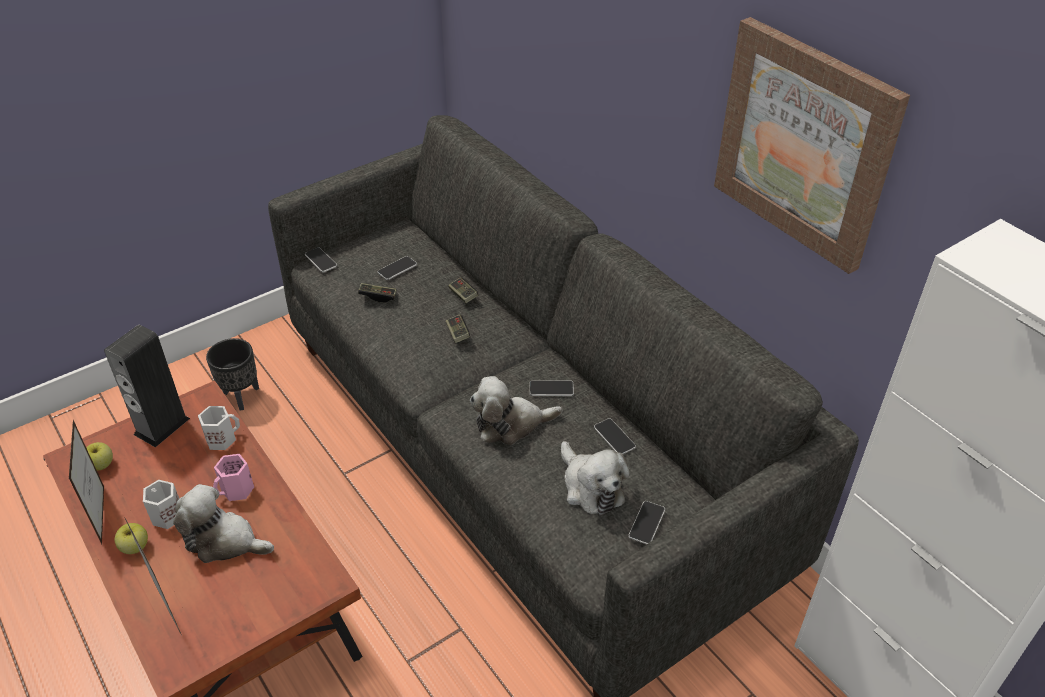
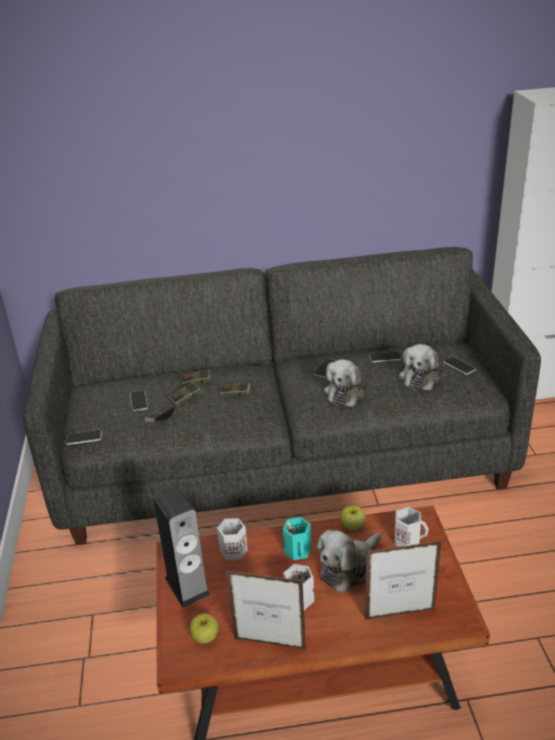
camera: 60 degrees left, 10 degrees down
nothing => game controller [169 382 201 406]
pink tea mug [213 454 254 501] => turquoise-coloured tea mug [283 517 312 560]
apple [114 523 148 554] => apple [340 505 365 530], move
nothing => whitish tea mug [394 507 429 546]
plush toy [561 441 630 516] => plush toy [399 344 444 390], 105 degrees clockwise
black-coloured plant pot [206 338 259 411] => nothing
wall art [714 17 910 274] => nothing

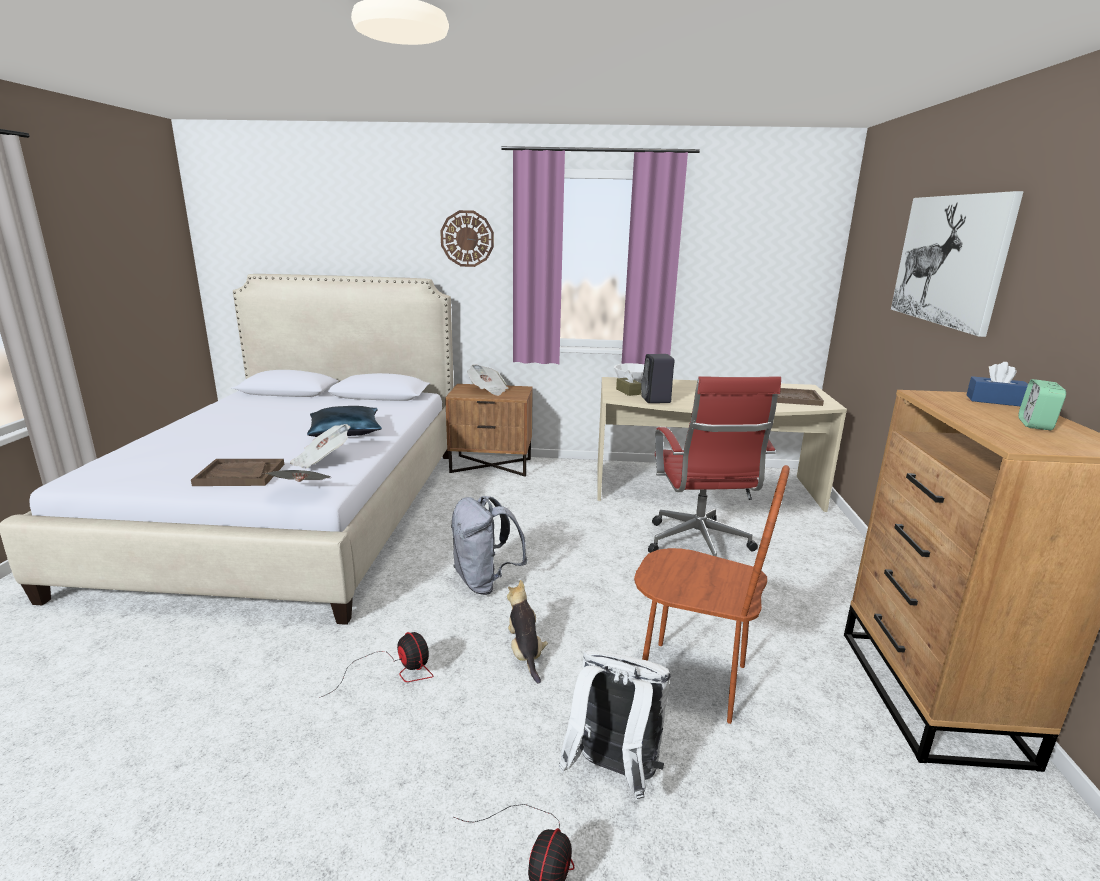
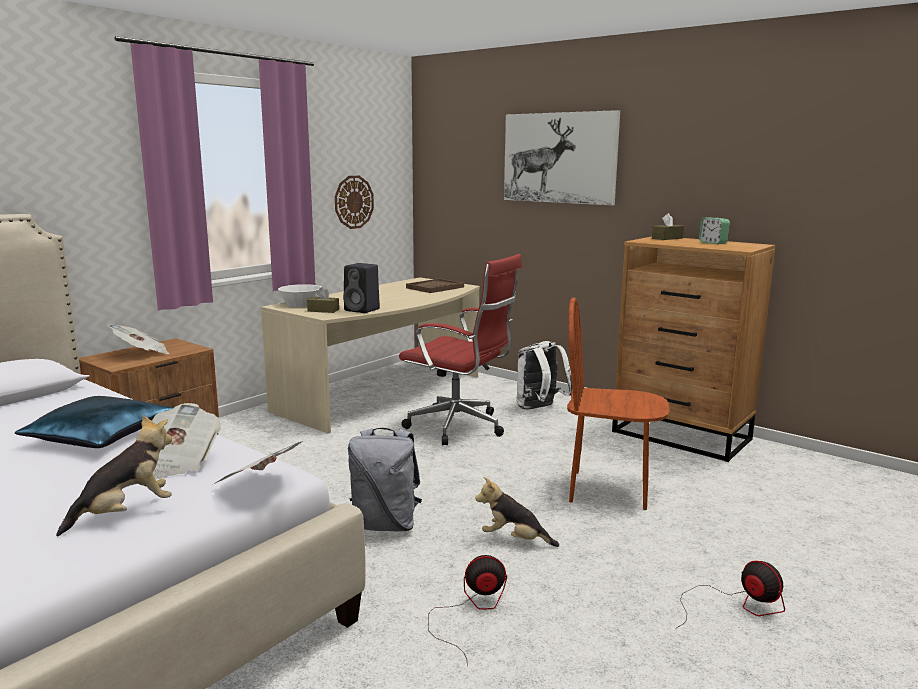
camera: 55 degrees left, 5 degrees down
brownish carrying tray [191 459 284 486] => plush toy [56 415 172 536]
hanging clock [440 210 494 267] => hanging clock [335 176 374 229], move
whitish knapsack [558 650 671 801] => whitish knapsack [516 341 573 410], move
brownish chair [634 465 790 724] => brownish chair [567 297 670 510], 135 degrees counterclockwise
blue-coloured box of tissues [967 362 1028 407] => brownish box of tissues [652 213 684 240]

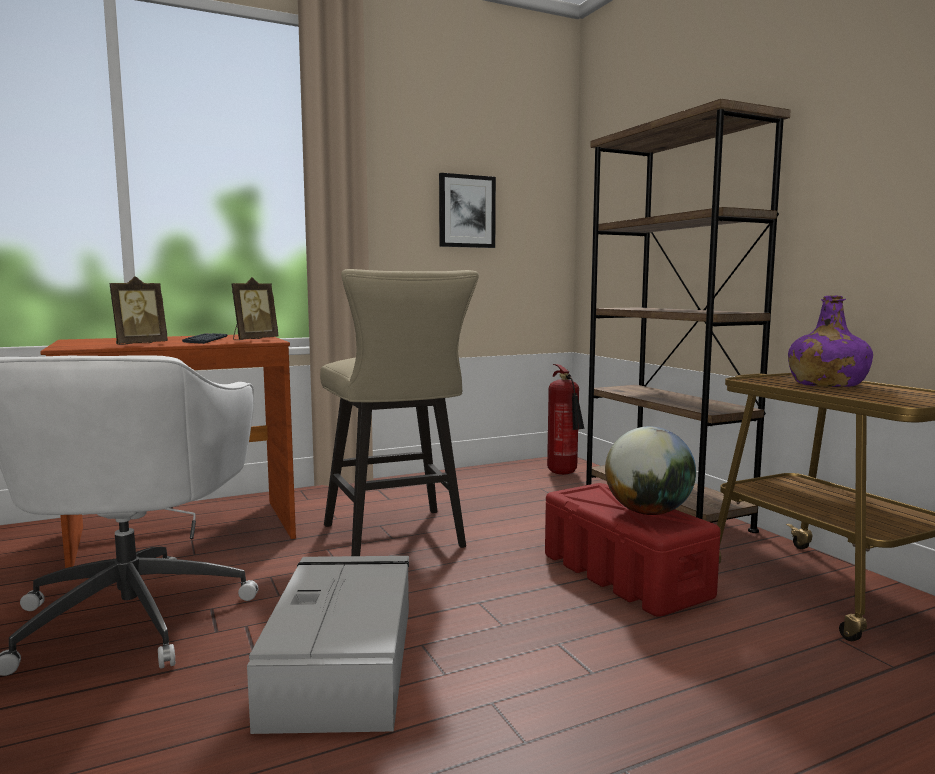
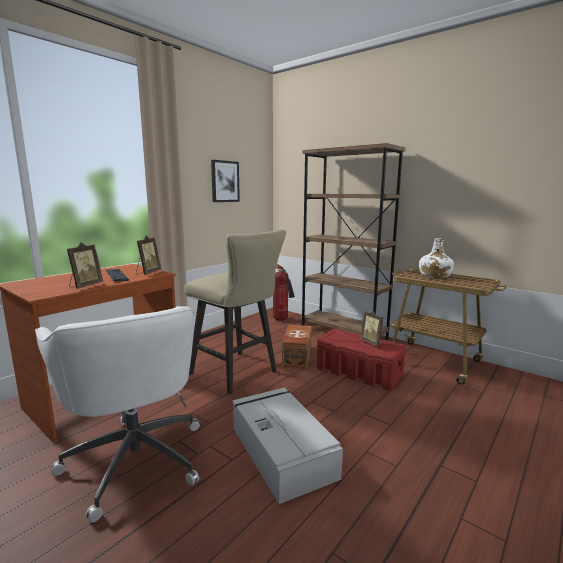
camera: 25 degrees left, 5 degrees up
nothing => brownish storage box [282 325 312 368]
desk globe [605 426 696 515] => photo frame [360 311 383 346]
purple beverage bottle [788 295 873 387] => whitish beverage bottle [419 238 454 279]

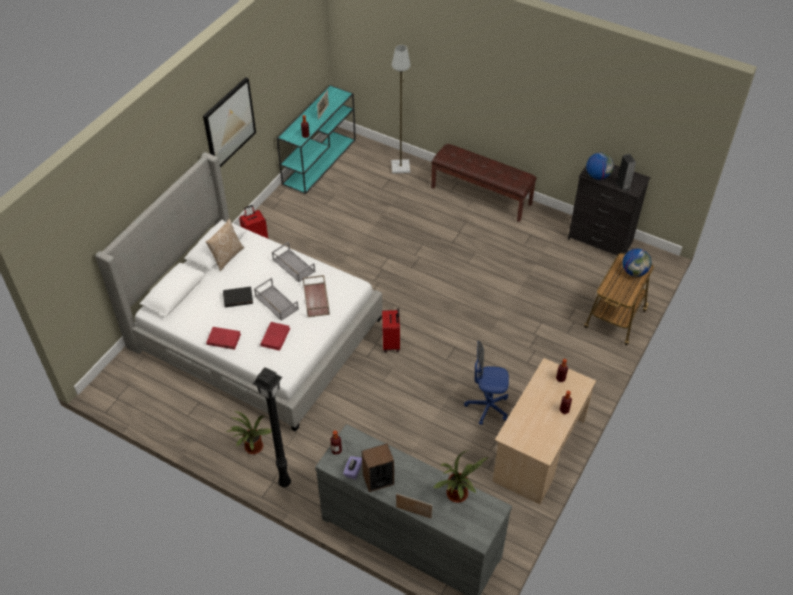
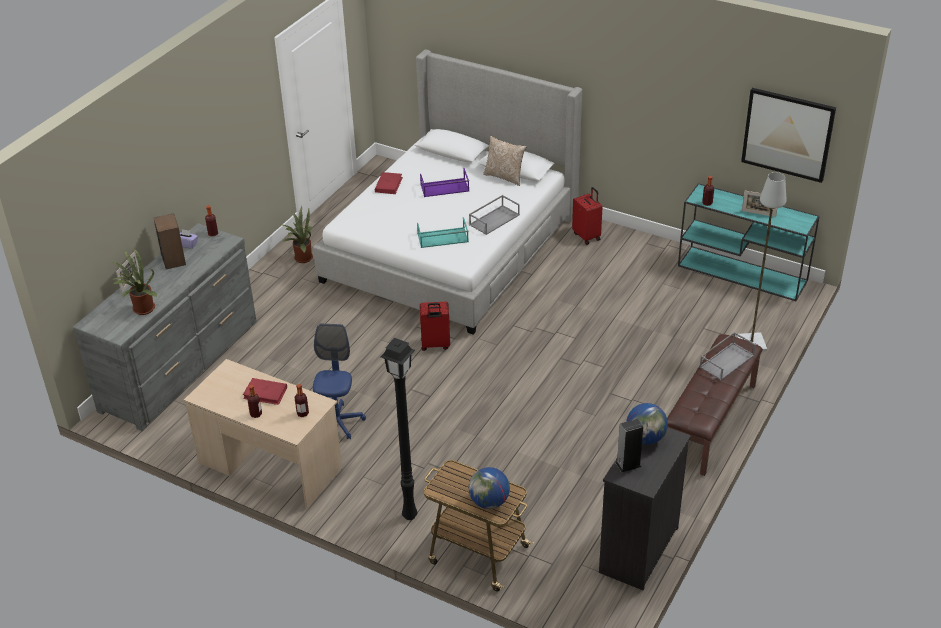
camera: 90 degrees right, 10 degrees down
red-coloured bound book [260 322 290 351] => red-coloured bound book [243 378 287 405], move
black-coloured standing lamp [253 367 291 487] => black-coloured standing lamp [381 338 417 520], move
brownish carrying tray [303 275 330 317] => turquoise-coloured carrying tray [417 217 469 248]
black-coloured bound book [223 287 253 307] => purple carrying tray [420 168 469 197]
greyish carrying tray [254 278 299 321] => greyish carrying tray [699 332 756 380], move
wall art [203 77 256 167] => wall art [741 88 836 183], move

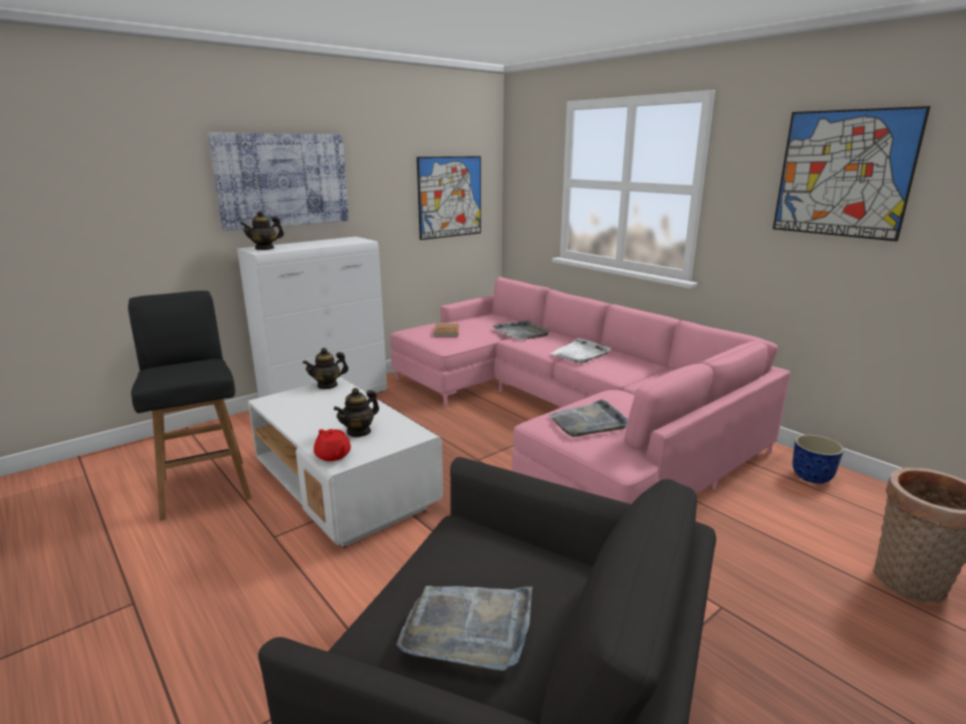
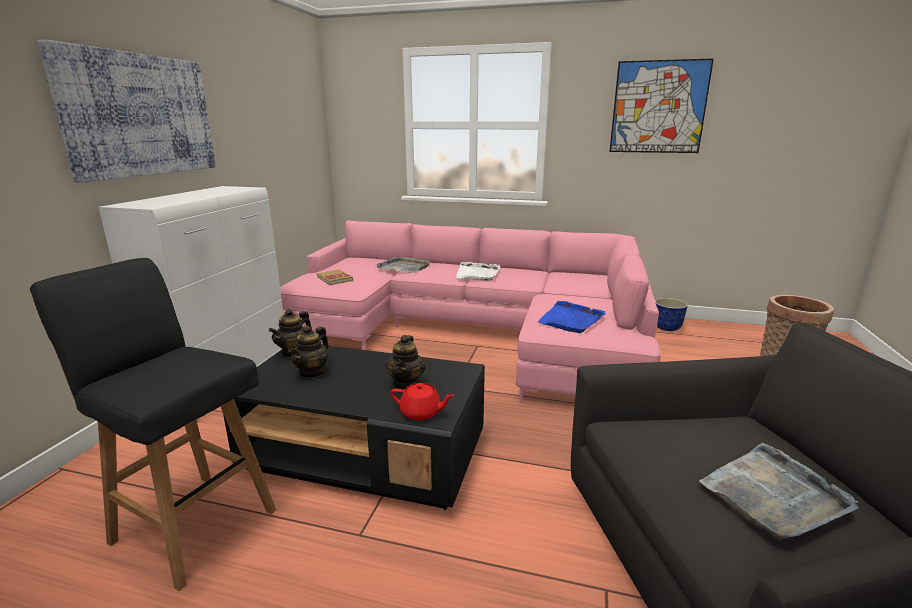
camera: 35 degrees left, 0 degrees up
whitish lounge table [248 377 443 548] => black-coloured lounge table [223 346 485 510]
teapot [240 211 284 250] => teapot [288 325 329 378], move
greyish carrying tray [548 399 628 437] => blue-coloured carrying tray [538 301 606 333]
wall art [417 156 481 240] => nothing

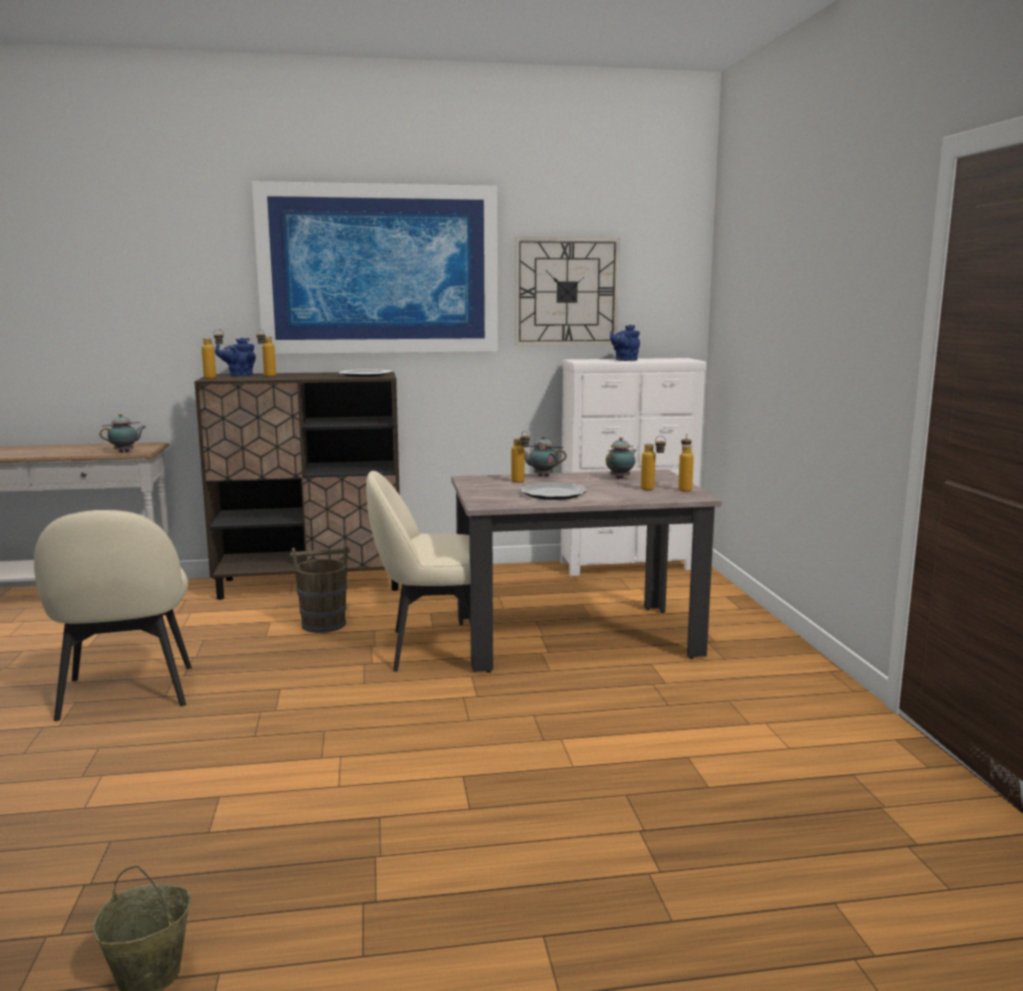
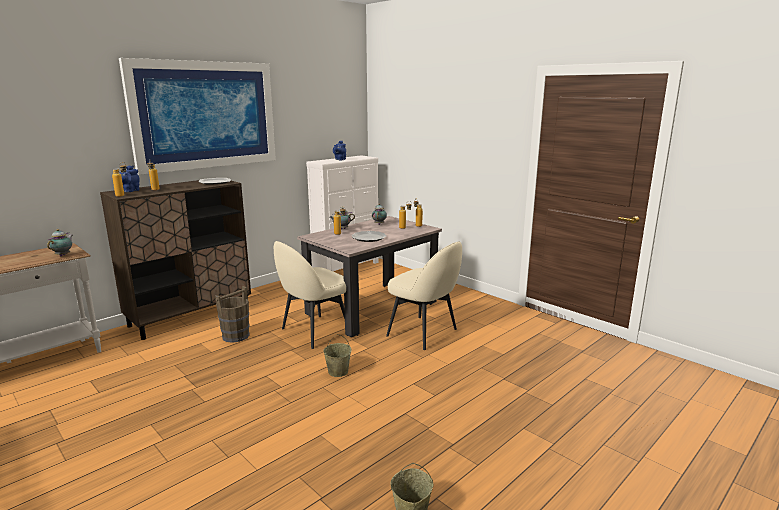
camera: 35 degrees left, 5 degrees up
nothing => sand-coloured bucket [323 334 351 377]
sand-coloured chair [34 510 192 721] => sand-coloured chair [386 241 462 350], move
hanging clock [515 237 620 346] => nothing

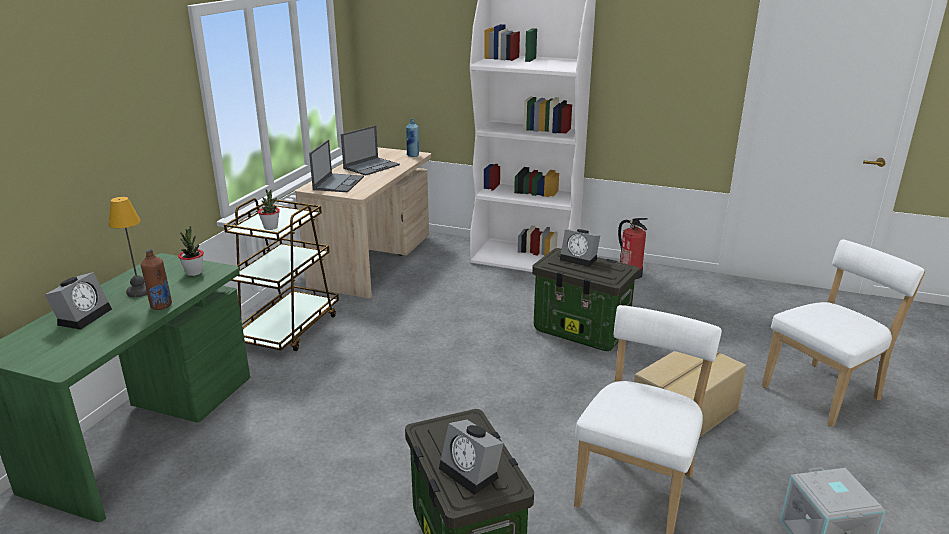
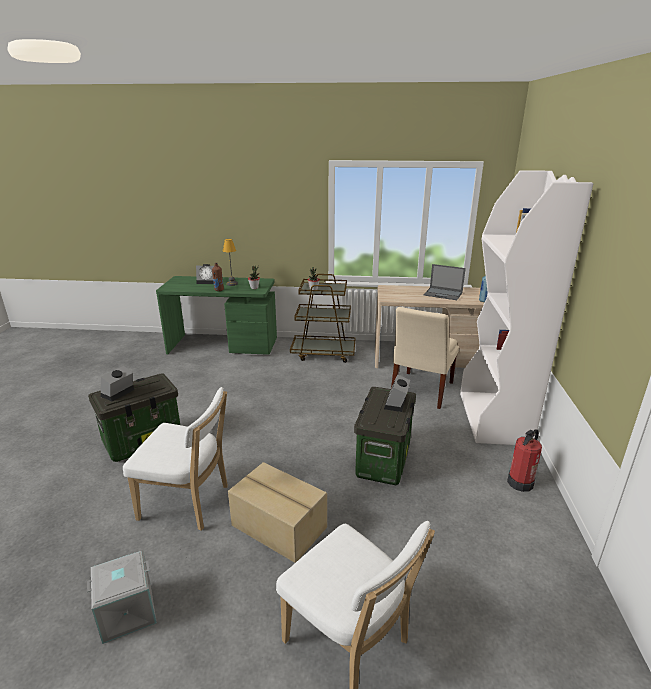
camera: 75 degrees right, 0 degrees up
nothing => sand-coloured chair [391 307 459 409]
notebook computer [309 140 364 192] => nothing

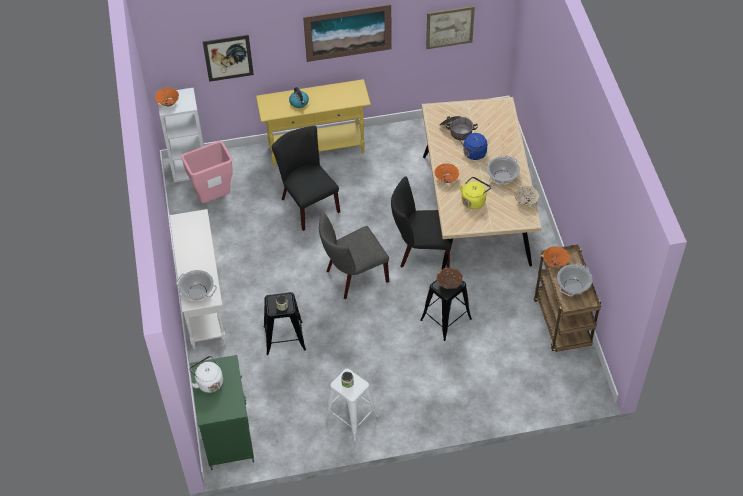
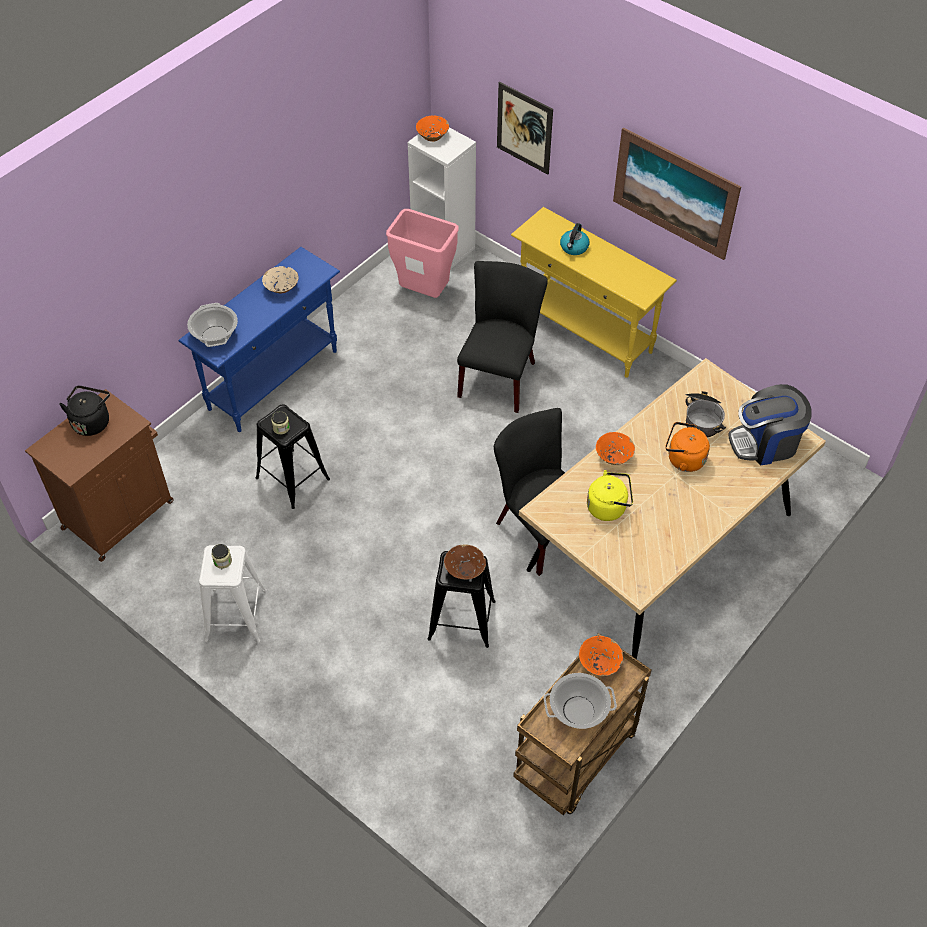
camera: 50 degrees right, 0 degrees up
greenish cabinet [190 355 254 470] => brownish cabinet [25 389 174 562]
whitish kettle [189 356 223 393] => black-coloured kettle [59 386 110 436]
whitish console table [169 209 226 350] => blue-coloured console table [178 247 340 432]
sand-coloured deep dish [514 186 539 206] => sand-coloured deep dish [262 266 299 293], move
blue-coloured kettle [459 132 487 160] => orangey kettle [666 422 710 472]
nothing => coffee brewer [729 384 812 465]
greyish chair [319 211 389 299] => nothing
wall art [426 6 475 49] => nothing
cooking pot [487 155 520 185] => nothing

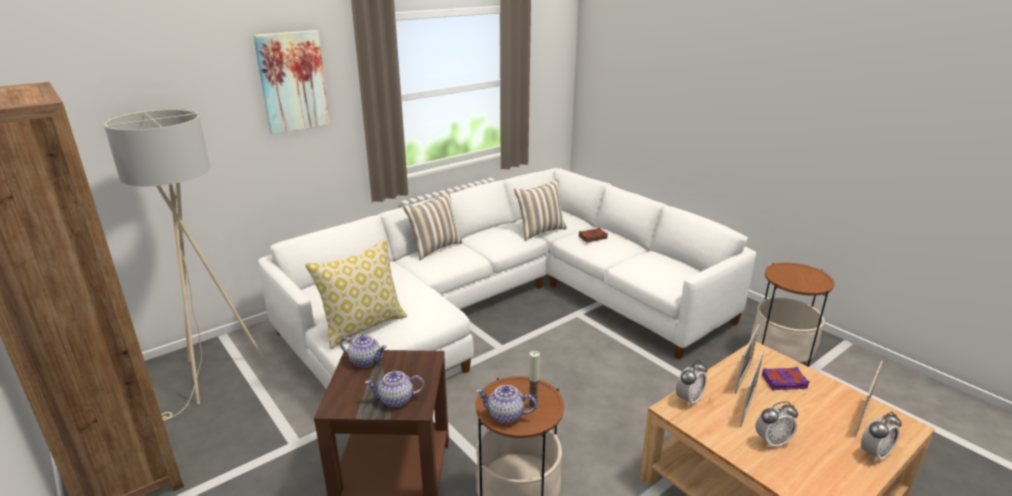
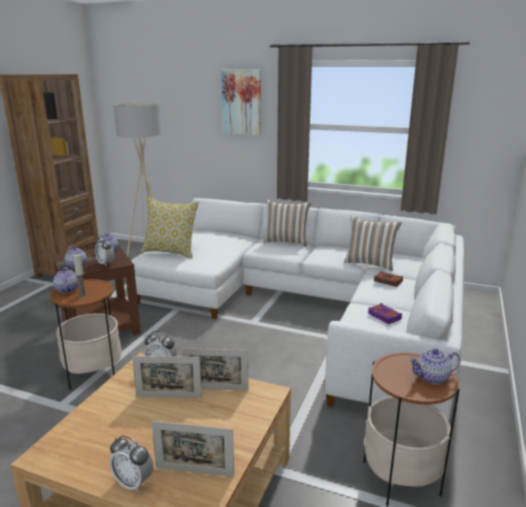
camera: 60 degrees right, 5 degrees down
table clock [755 401 798 448] => table clock [95 235 115 266], move
purple bound book [762 367 809 390] => purple bound book [368 303 402 324], move
nothing => teapot [409 349 461 384]

